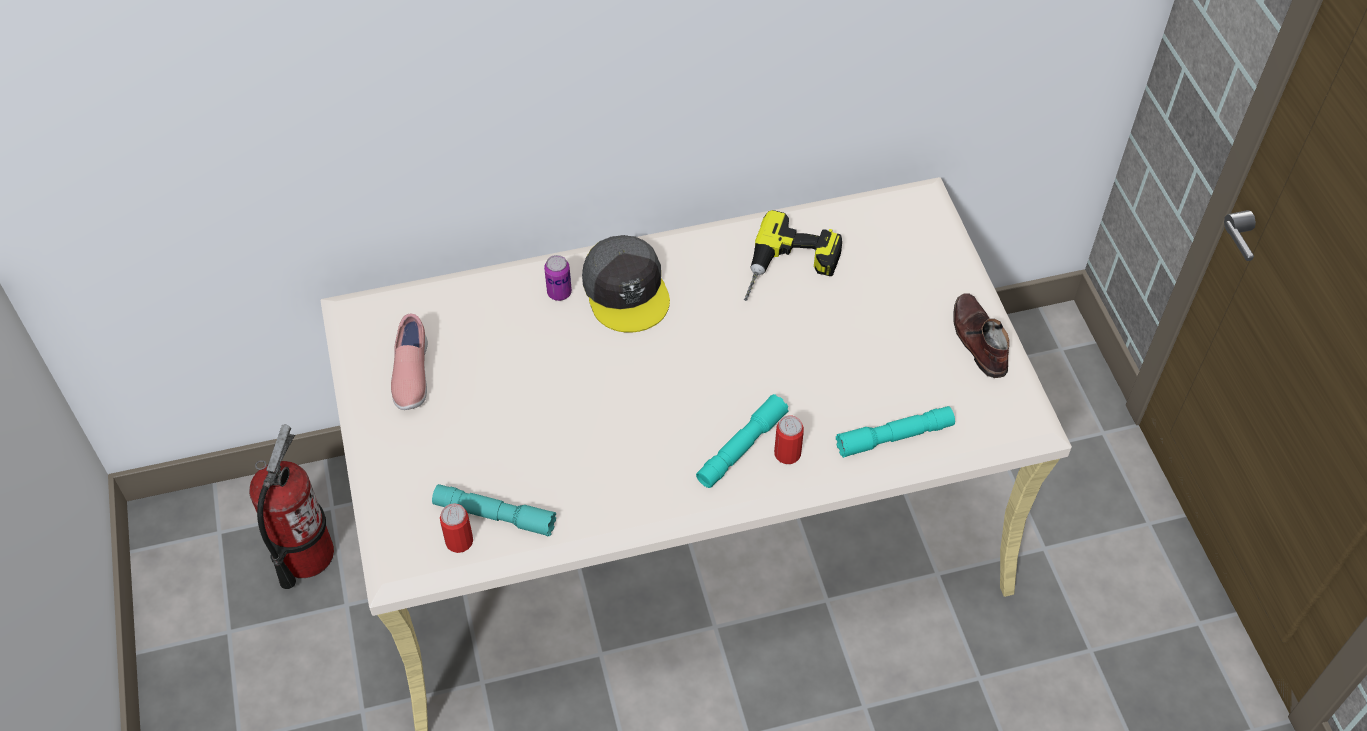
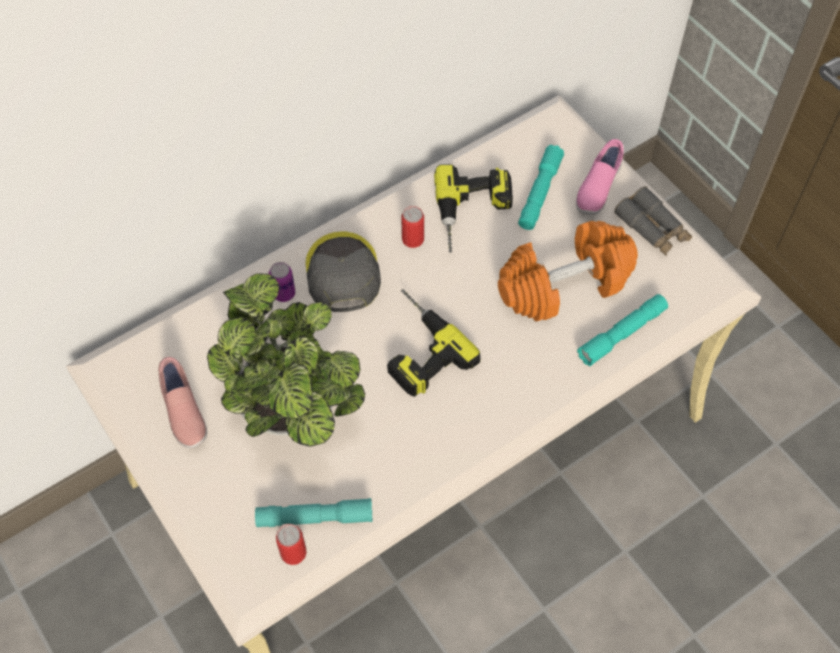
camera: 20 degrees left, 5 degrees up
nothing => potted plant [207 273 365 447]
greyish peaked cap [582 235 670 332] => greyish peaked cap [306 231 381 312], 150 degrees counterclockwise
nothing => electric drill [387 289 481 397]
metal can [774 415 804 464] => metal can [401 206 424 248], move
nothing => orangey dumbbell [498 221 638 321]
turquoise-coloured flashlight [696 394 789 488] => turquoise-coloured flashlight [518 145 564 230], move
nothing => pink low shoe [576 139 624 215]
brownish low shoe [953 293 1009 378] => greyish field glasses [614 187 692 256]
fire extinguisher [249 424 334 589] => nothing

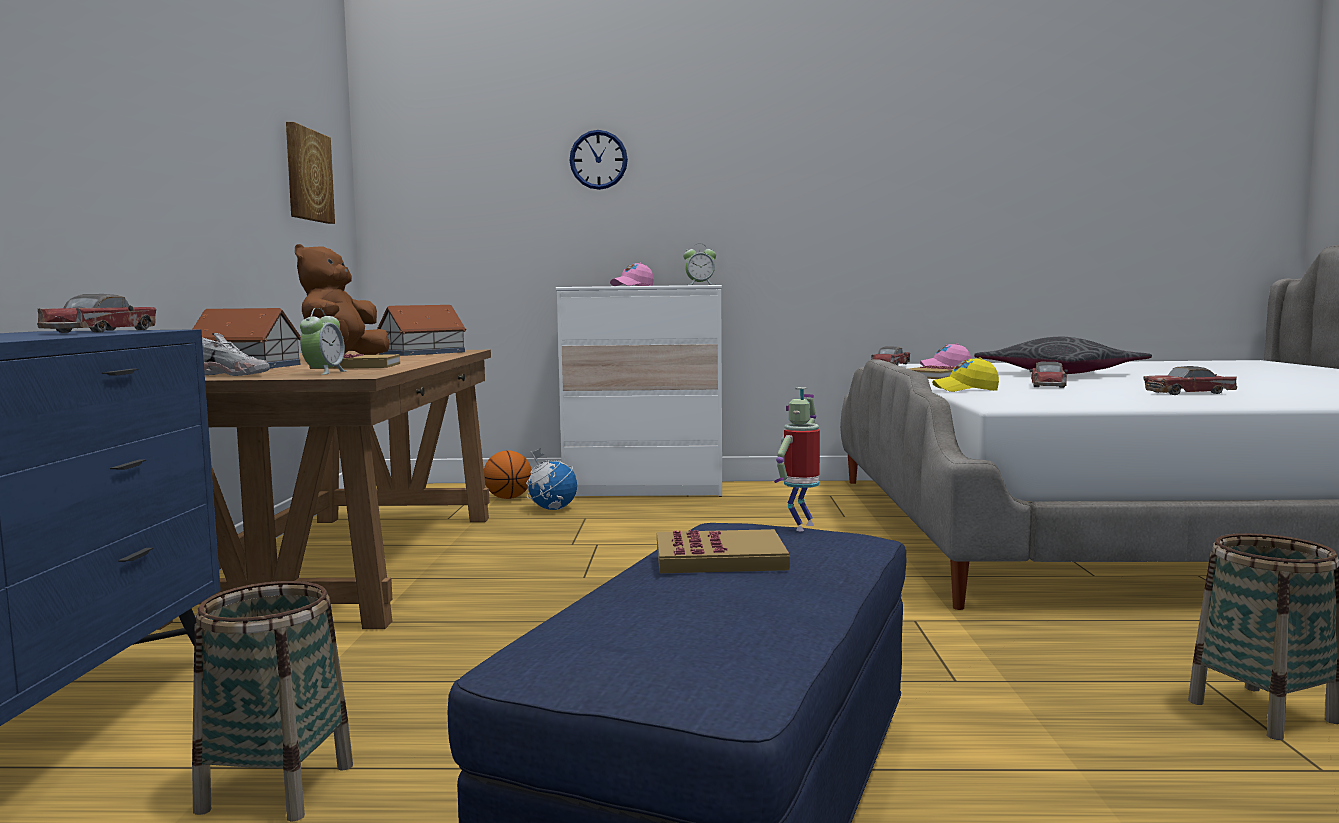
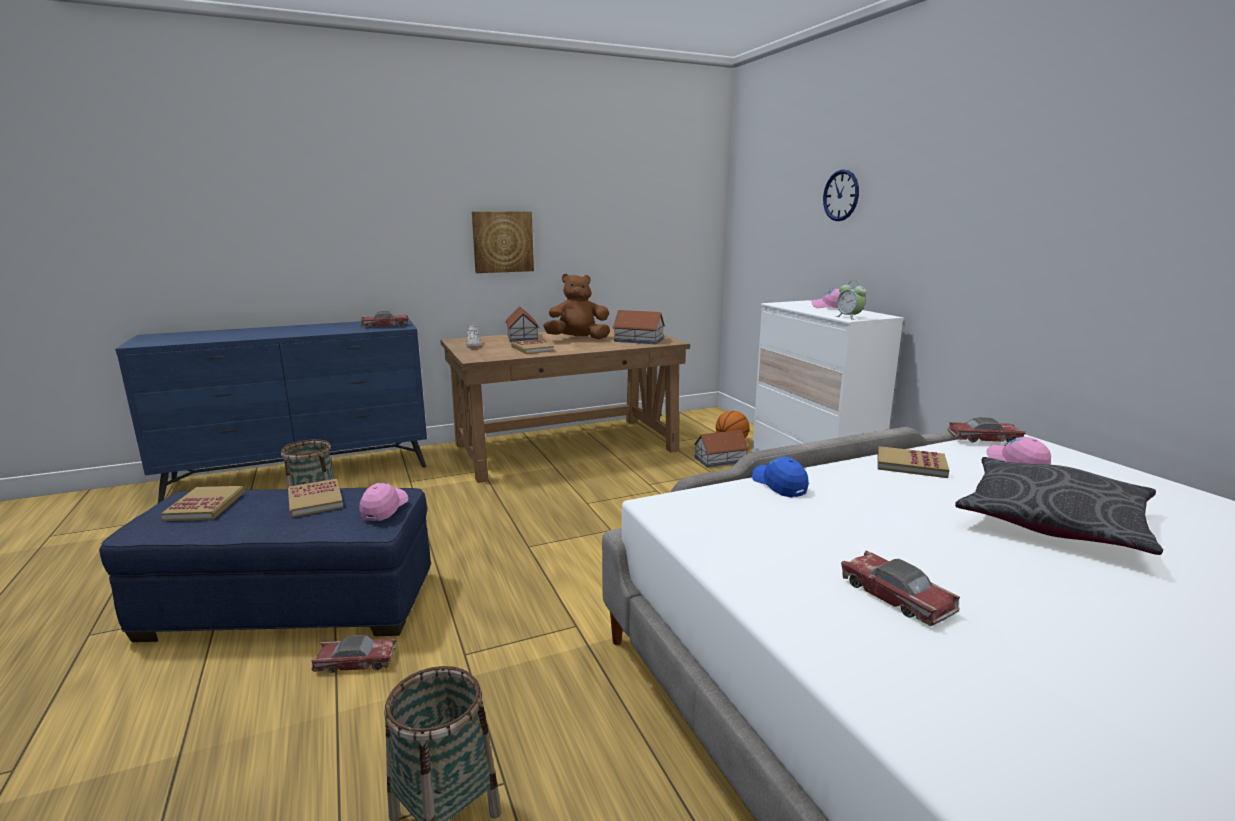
camera: 65 degrees right, 10 degrees up
nothing => bound book [161 486 245 521]
model car [1030 362 1068 388] => model car [311 635 397 673], move
robot figure [774 387 820 531] => pink peaked cap [359 483 408 521]
wall art [286 122 335 224] => wall art [472 212 534 273], move
desk globe [526 448 577 510] => miniature house [693 430 749 468]
yellowish peaked cap [932 358 999 392] => blue-coloured peaked cap [752 457 809 498]
table clock [300 308 346 375] => nothing

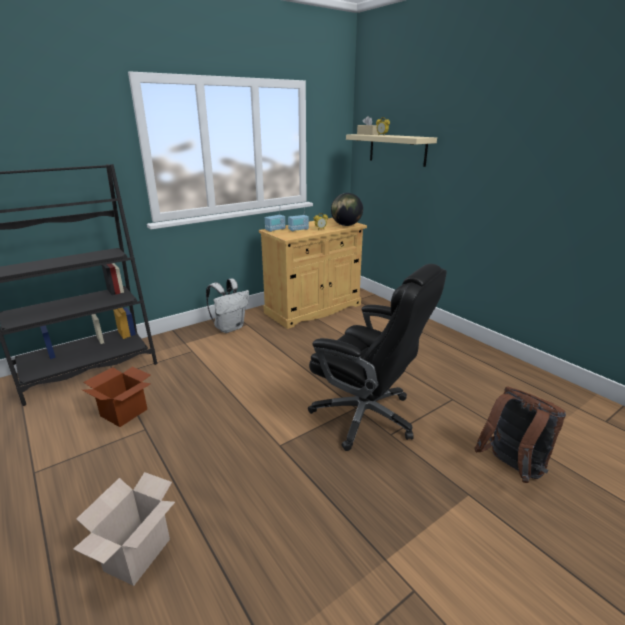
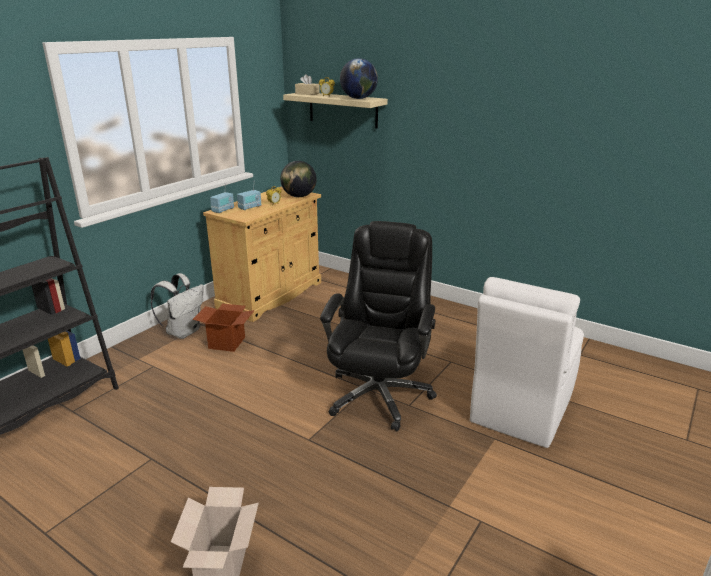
camera: 20 degrees left, 0 degrees up
cardboard box [82 367 151 427] => cardboard box [192 303 255 352], move
black-coloured desk chair [308 264 447 451] => black-coloured desk chair [320 221 437 431], 90 degrees counterclockwise
nothing => desk globe [340 58 378 99]
brownish knapsack [474 386 566 483] => whitish chair [470 277 584 448]

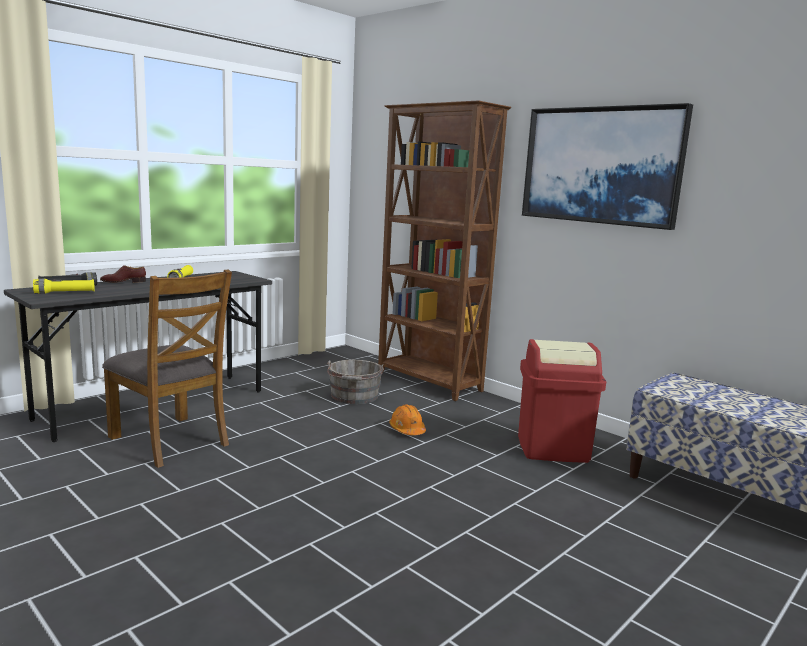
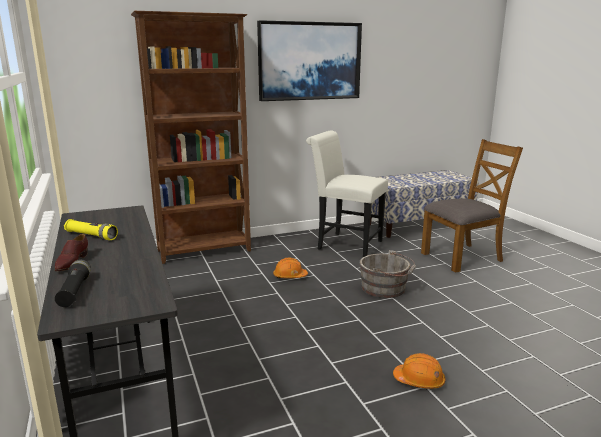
camera: 65 degrees left, 5 degrees up
red-coloured trash can [518 339 606 463] => whitish chair [306 131 388 257]
greyish bucket [327 360 384 404] => greyish bucket [359 250 416 298], move
nothing => orangey safety helmet [393 353 445 389]
brownish chair [102 270 232 468] => brownish chair [421 139 523 273], move
yellowish flashlight [33 279 94 294] => nothing

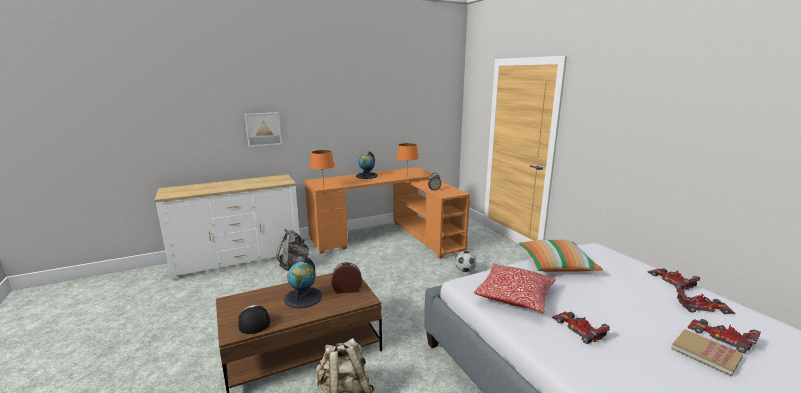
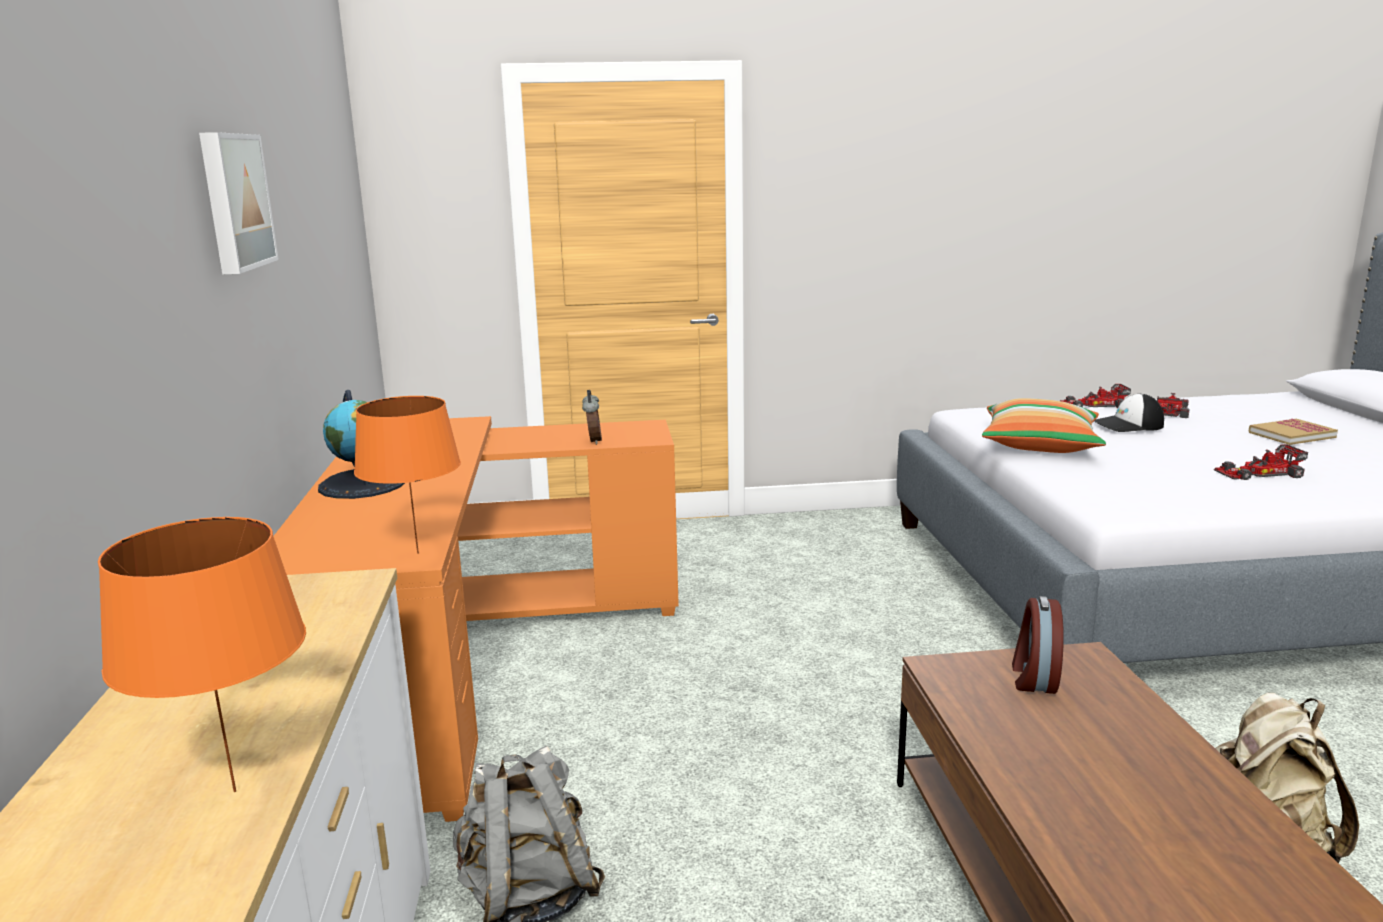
camera: 70 degrees left, 0 degrees up
orangey lamp for a table [397 143 419 178] => orangey lamp for a table [98 517 306 792], move
wall art [245 112 282 147] => wall art [199 132 279 274], move
peaked cap [238 305 270 334] => peaked cap [1094 394 1164 432], move
desk globe [284 257 322 308] => nothing
football [455 251 476 272] => nothing
pillow [474 264 556 313] => nothing
model car [687 319 761 353] => nothing

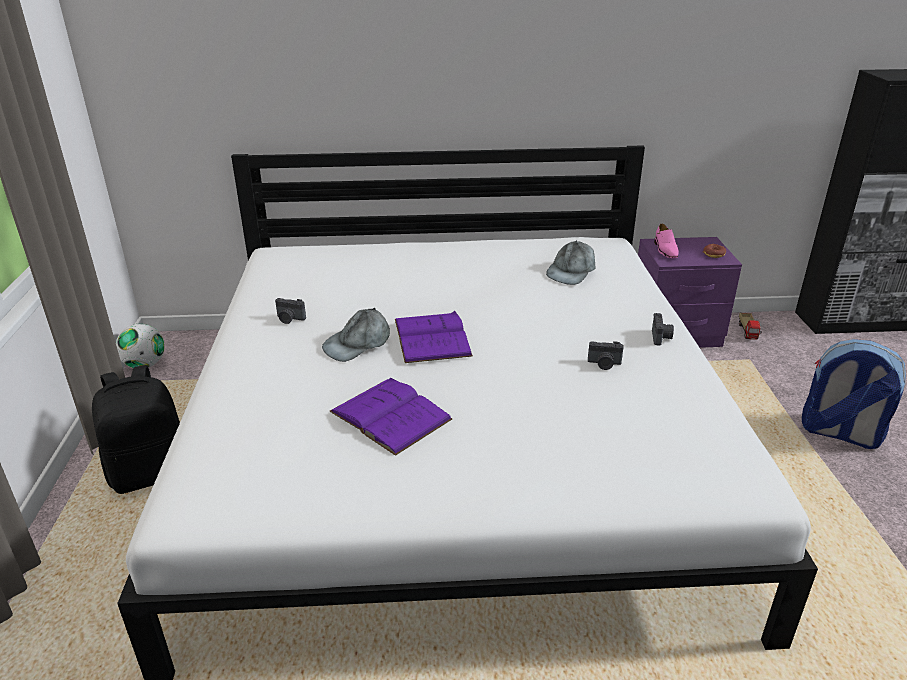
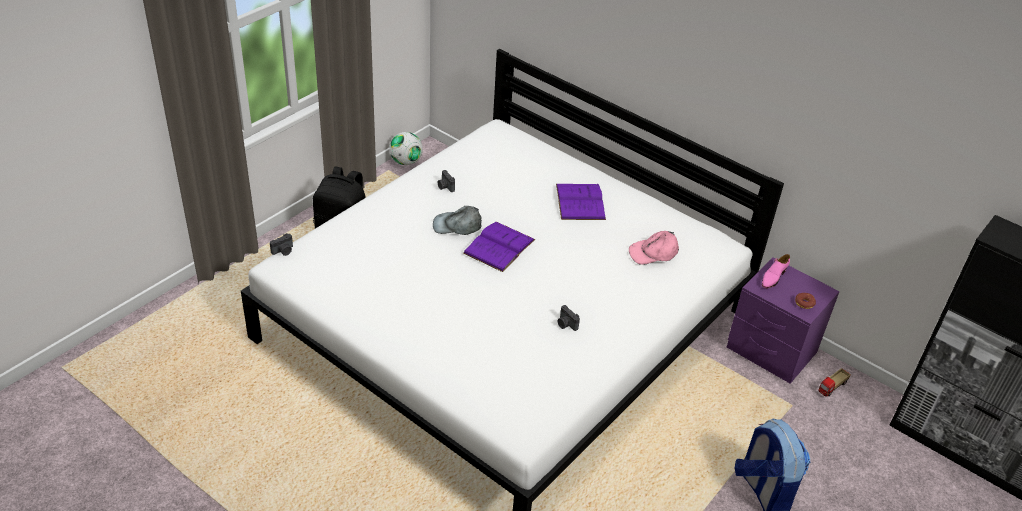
camera: 40 degrees right, 10 degrees up
photo camera [652 313 674 346] => photo camera [270 233 293 256], move
purple bound book [329 377 453 456] => purple bound book [556 184 606 220], move
greyish peaked cap [546 240 596 285] => pink peaked cap [629 231 679 265]

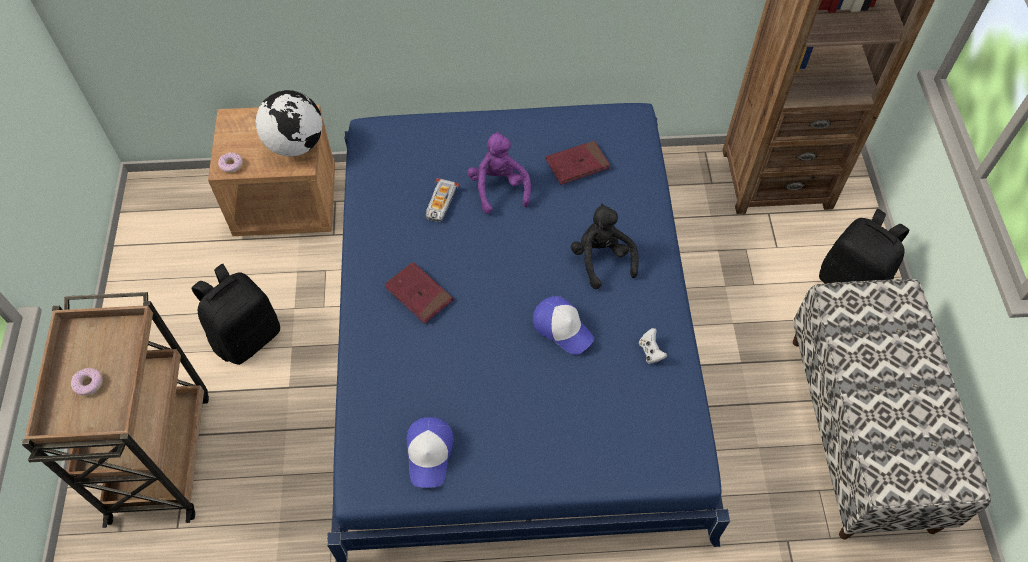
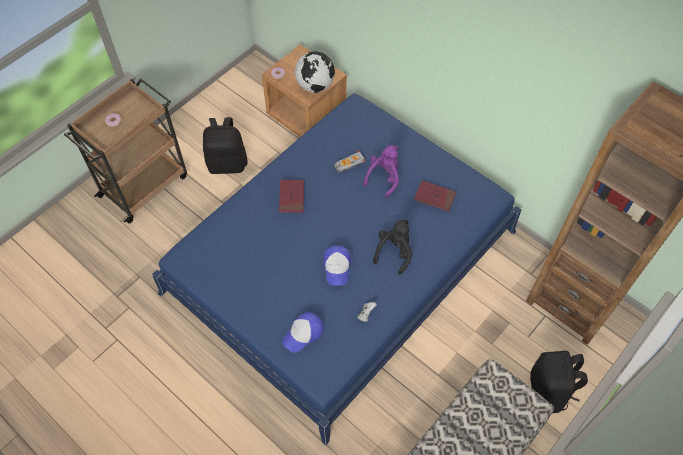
camera: 45 degrees right, 0 degrees up
peaked cap [407 417 454 488] => peaked cap [282 312 324 353], move

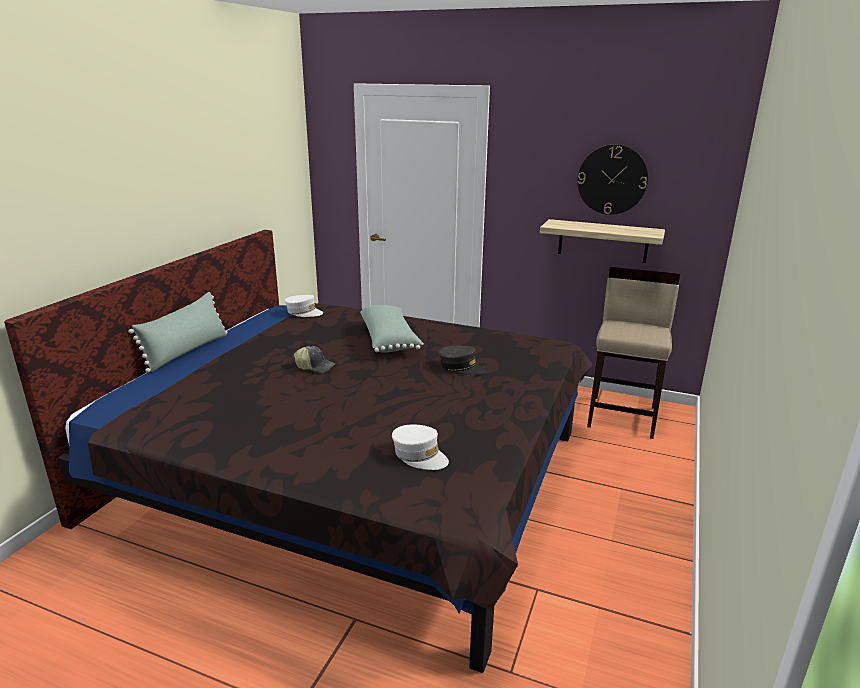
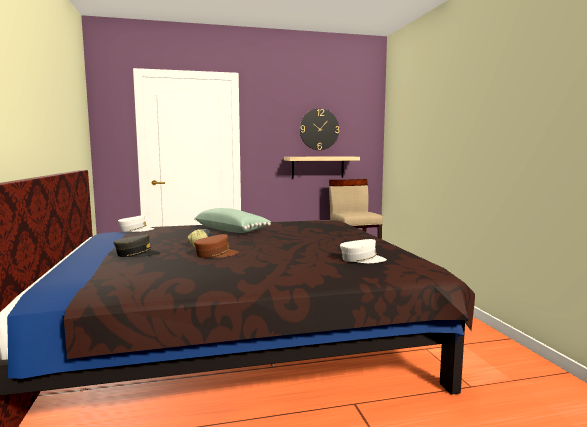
camera: 35 degrees left, 15 degrees down
greyish peaked cap [439 346 485 375] => greyish peaked cap [113 234 161 258], move
nothing => brownish peaked cap [194 234 239 258]
greenish pillow [129 292 227 373] => nothing

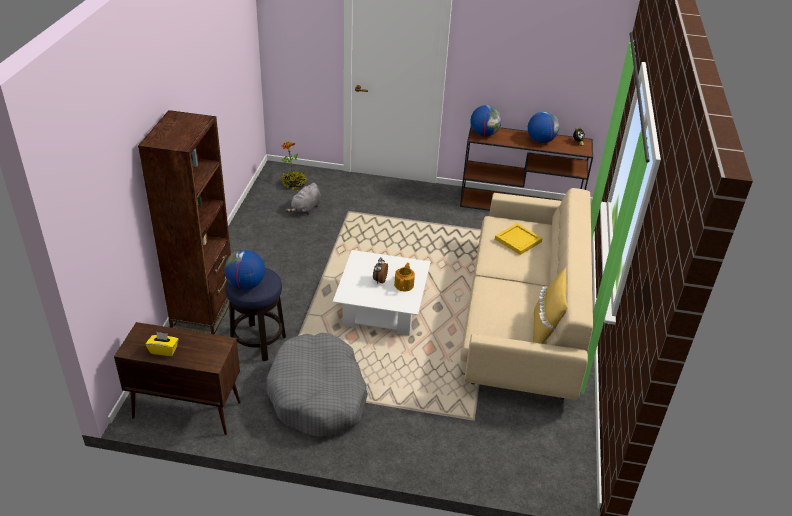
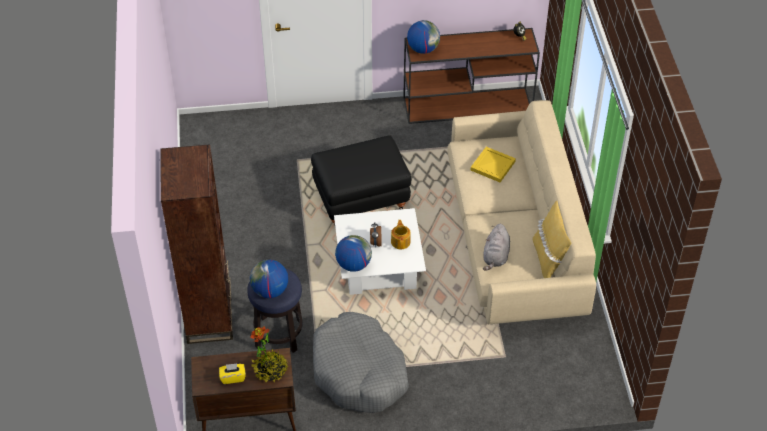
camera: 15 degrees left, 10 degrees up
potted plant [281 142 307 189] => potted plant [250 327 288 383], move
nothing => black-coloured pouffe [311 135 411 225]
desk globe [528 111 559 143] => desk globe [335 235 372 272], move
greyish plush toy [286 183 321 215] => greyish plush toy [483 224 510 271], move

